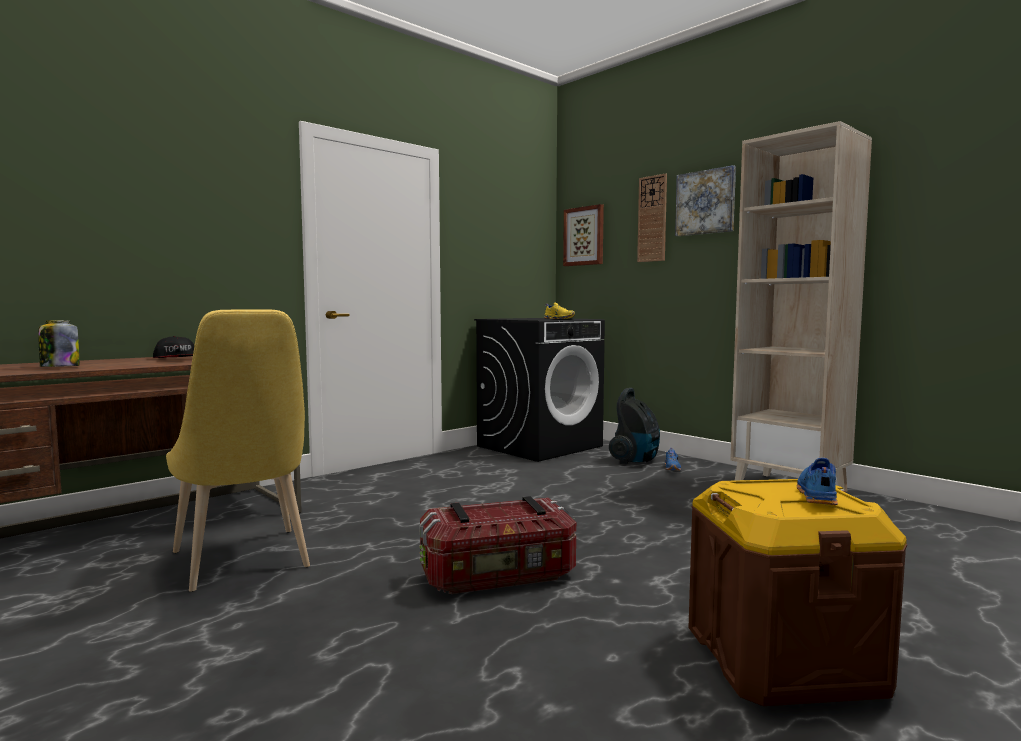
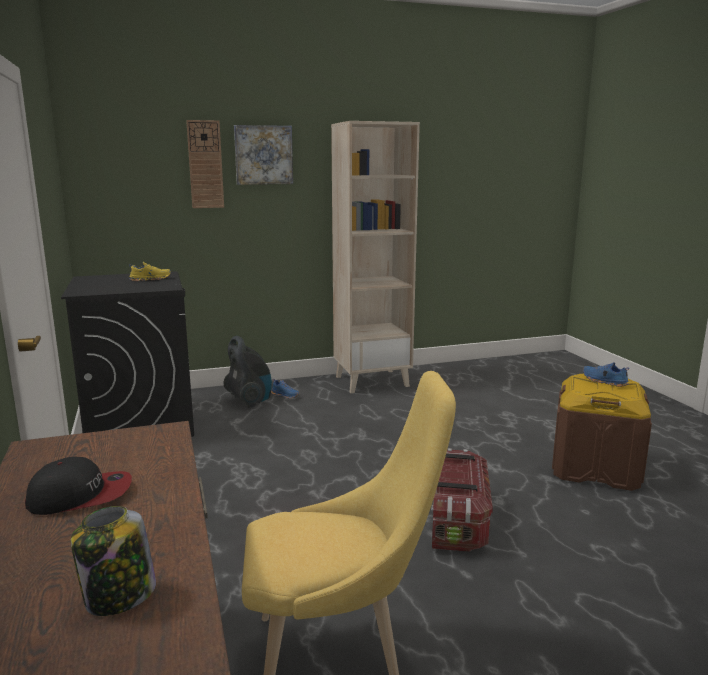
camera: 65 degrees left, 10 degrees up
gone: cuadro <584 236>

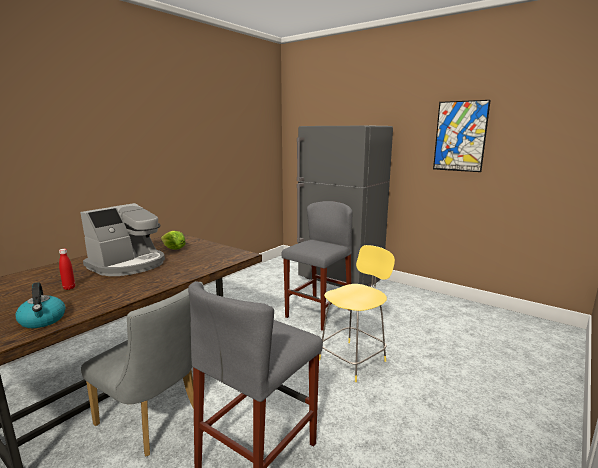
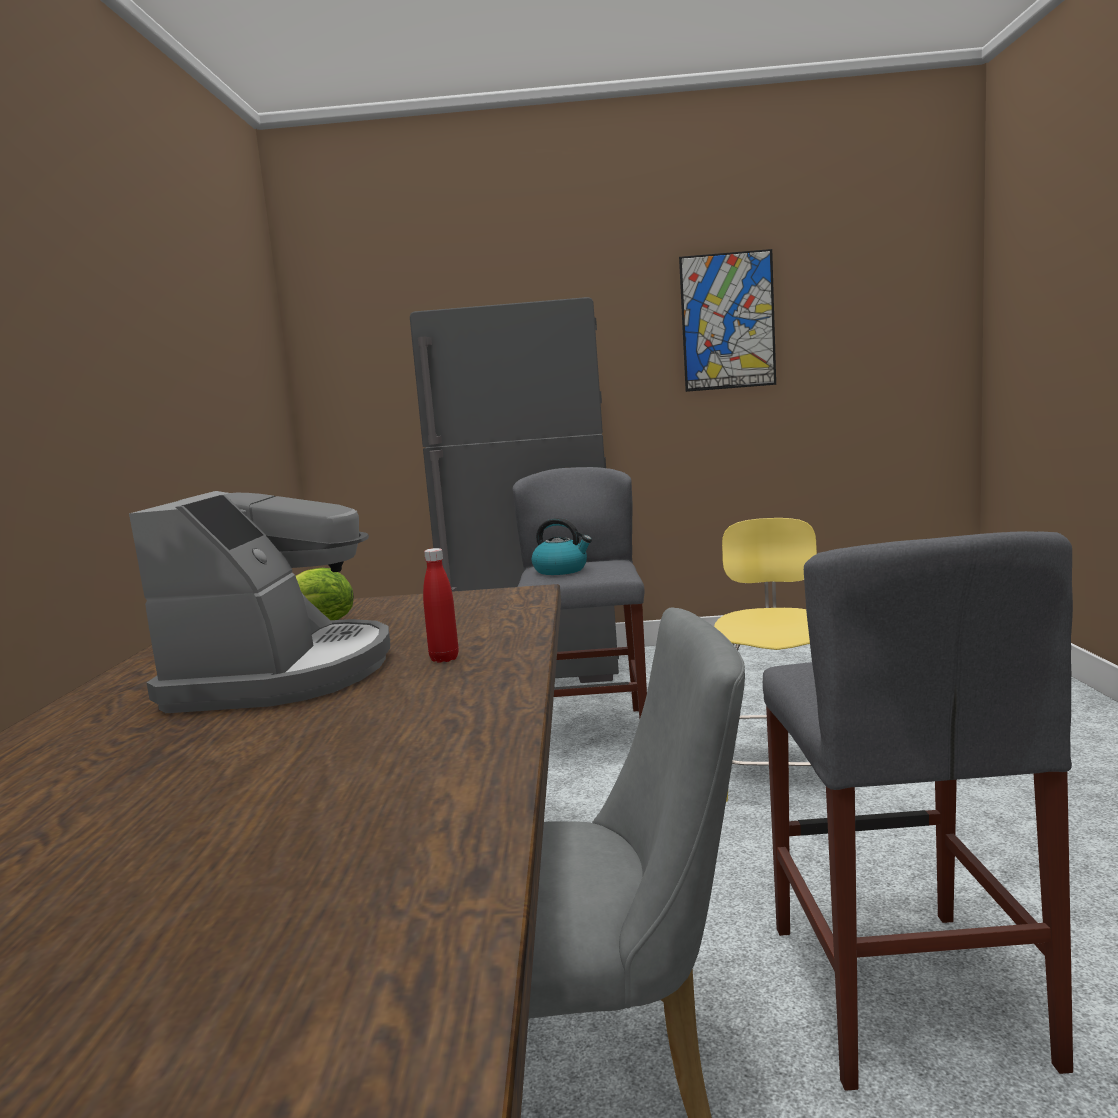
camera: 35 degrees left, 5 degrees down
shifted: hervidor <43 320> to <561 570>; botella (rojo) <69 288> to <444 659>

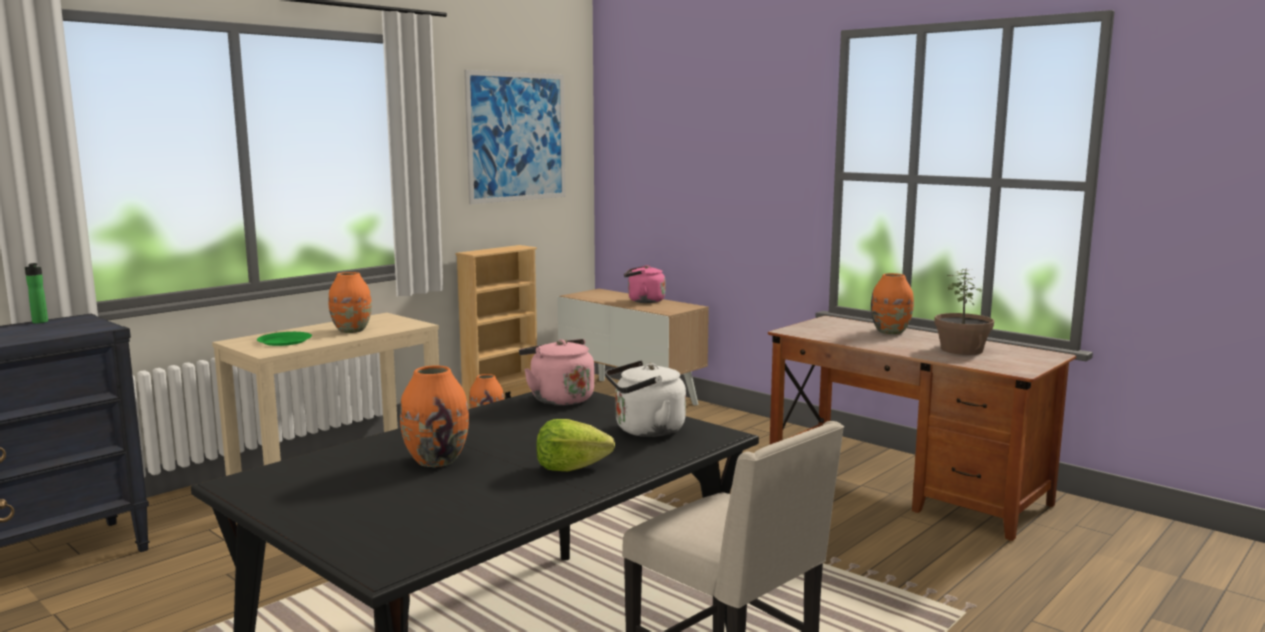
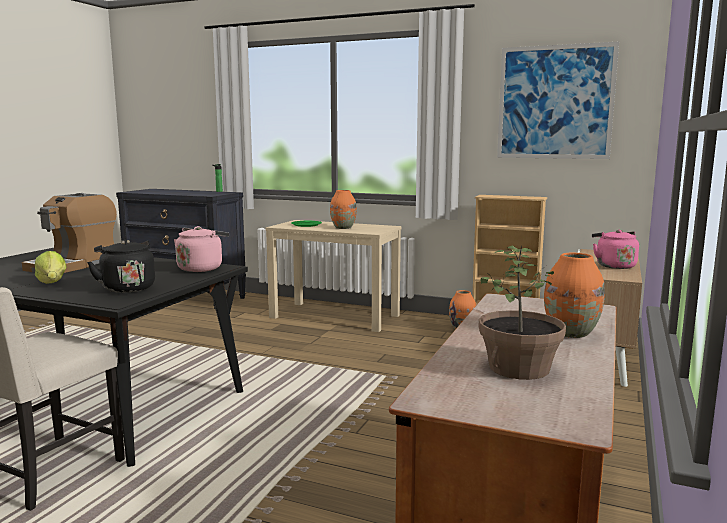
camera: 70 degrees right, 0 degrees up
swapped: florero (naranja) <436 460> to cafetera <74 265>
repainted: hervidor (blanco) <645 430> to hervidor (negro) <127 288>

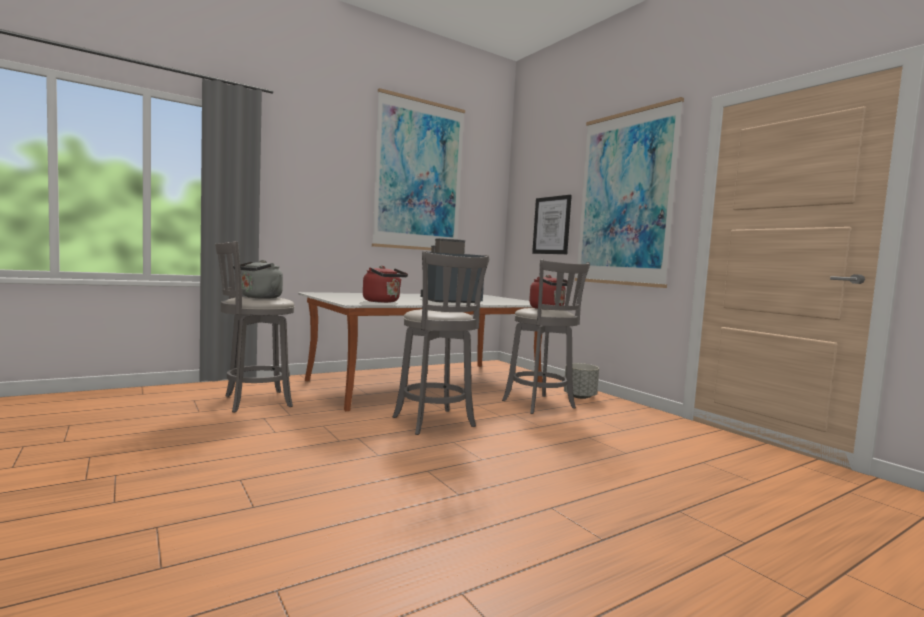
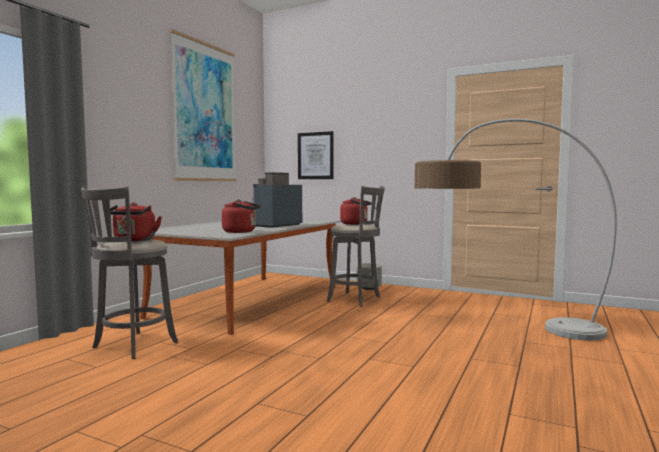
camera: 30 degrees left, 0 degrees up
gone: taburete (gris) <435 423>; cuadro <625 199>
new: lámpara de pie <495 324>
repainted: hervidor (gris) <259 297> to hervidor (rojo) <134 241>

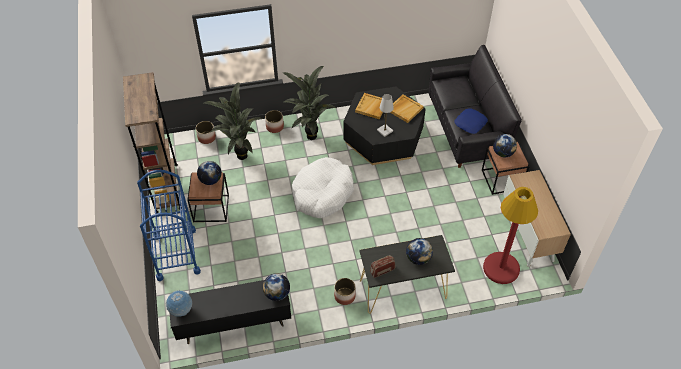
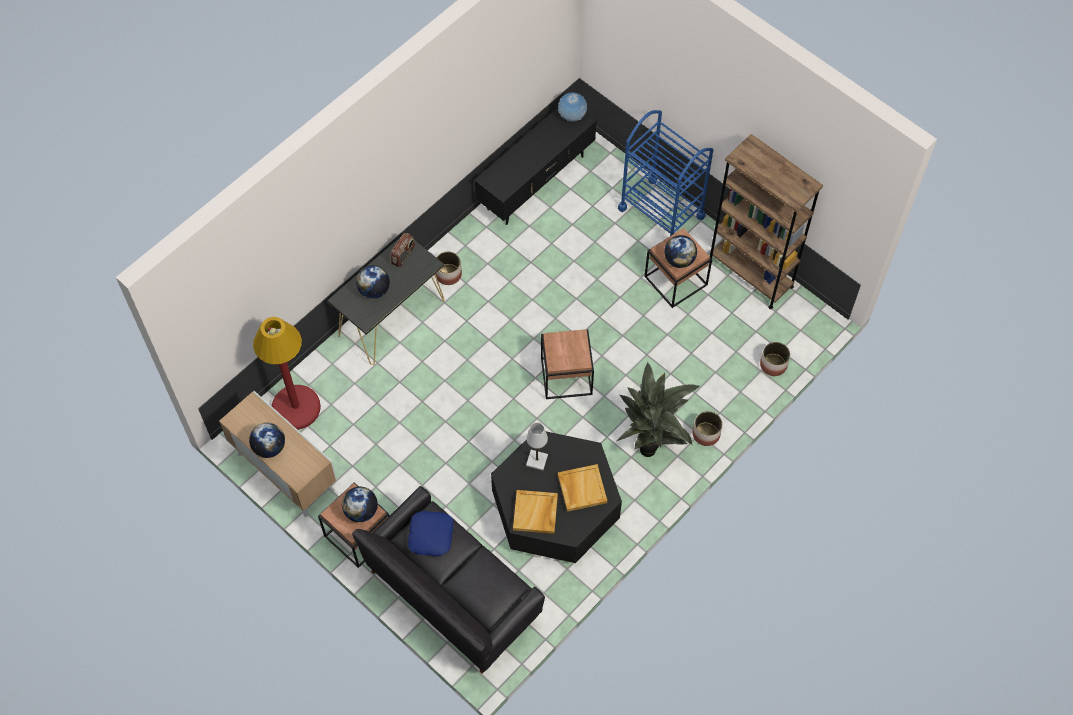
camera: 145 degrees right, 10 degrees up
gone: planta en maceta <239 156>
shifted: globo terráqueo <277 294> to <269 447>
swapped: cama para perro (blanco) <322 193> to mesa auxiliar (marrón) <567 377>

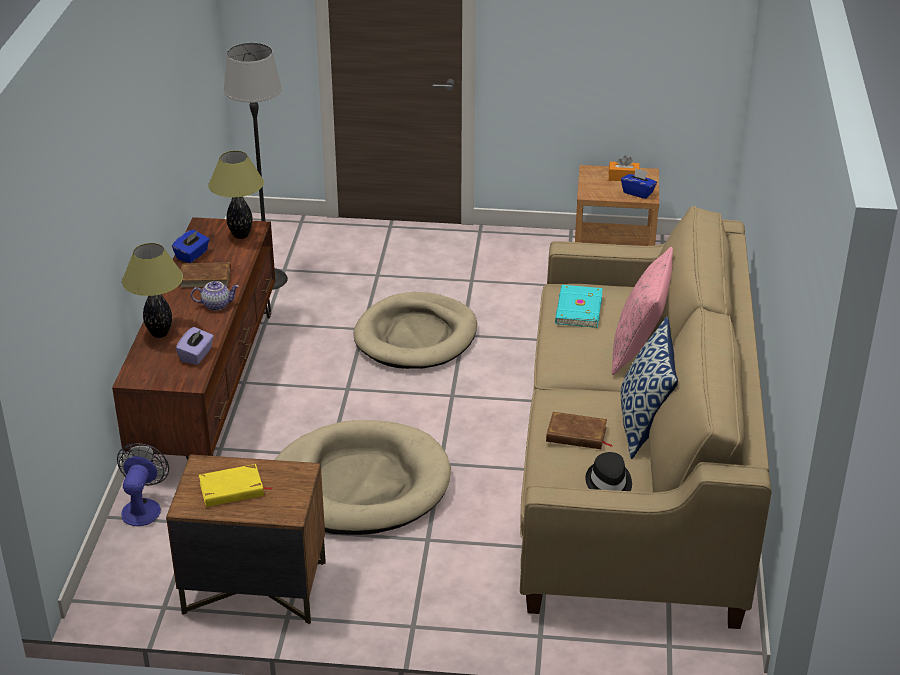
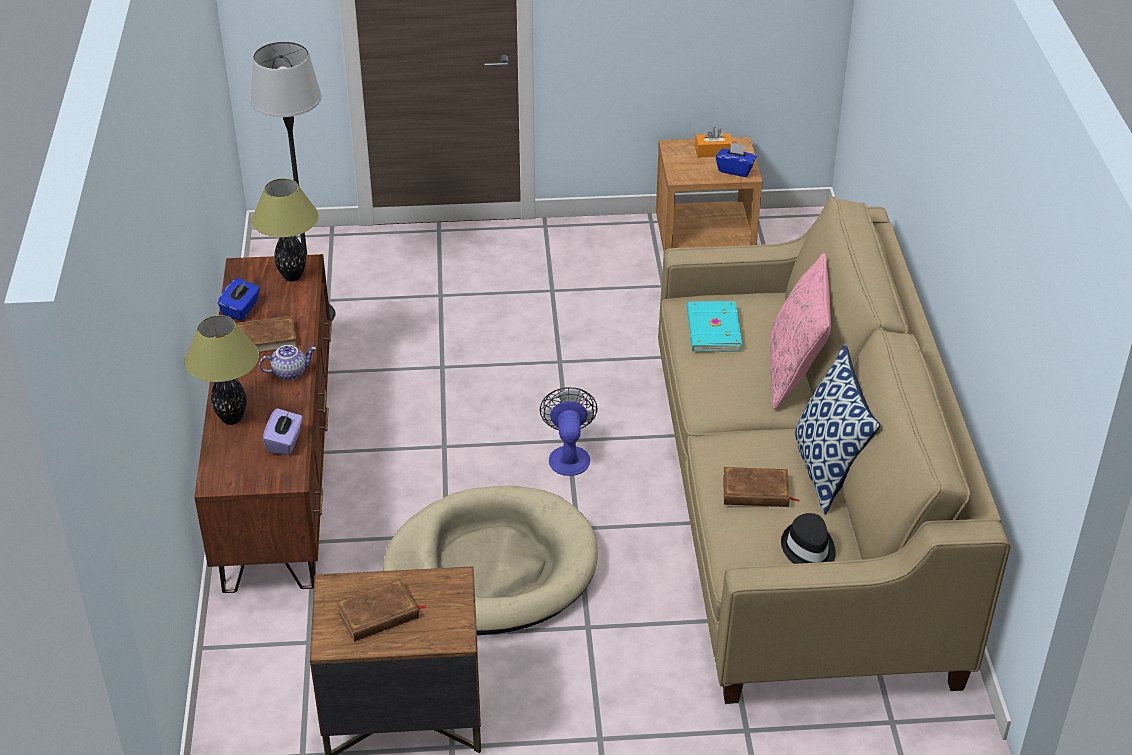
camera: 10 degrees left, 5 degrees up
gone: cama para perro (beis) <416 336>
shifted: ventilador <143 507> to <568 455>
repainted: libro (amarillo) <232 490> to libro (marrón) <378 615>

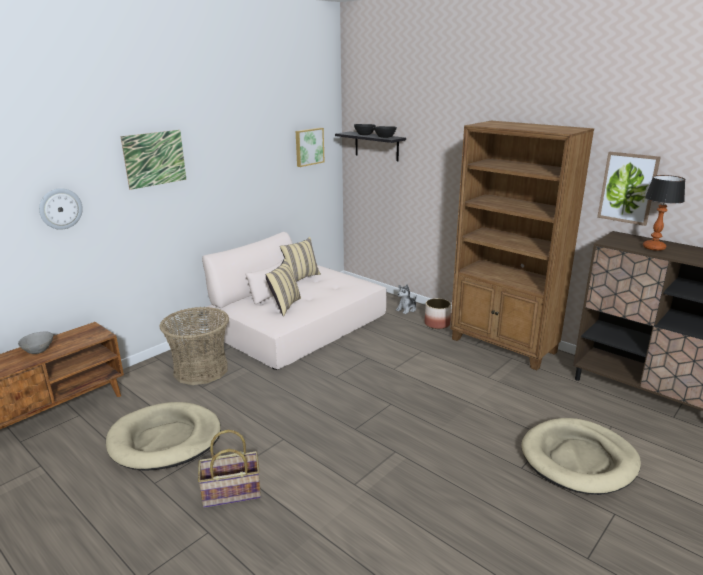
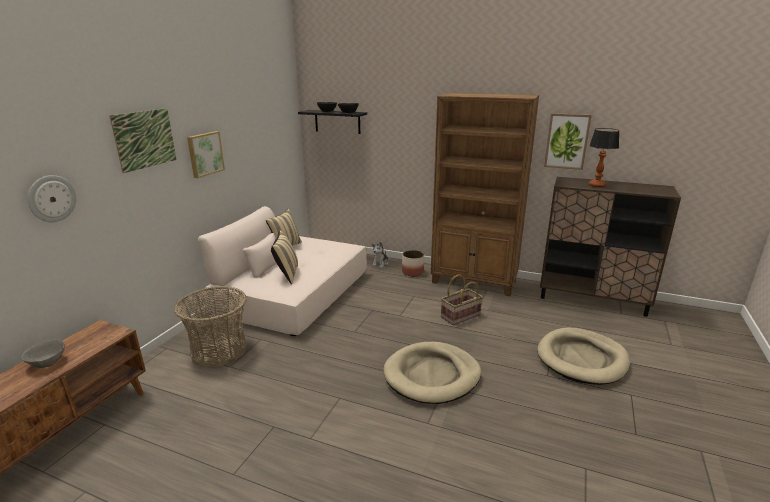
camera: 20 degrees left, 0 degrees up
shifted: cama para perro (beis) <165 440> to <432 375>; cesta <231 493> to <460 316>; cuadro <308 146> to <205 154>

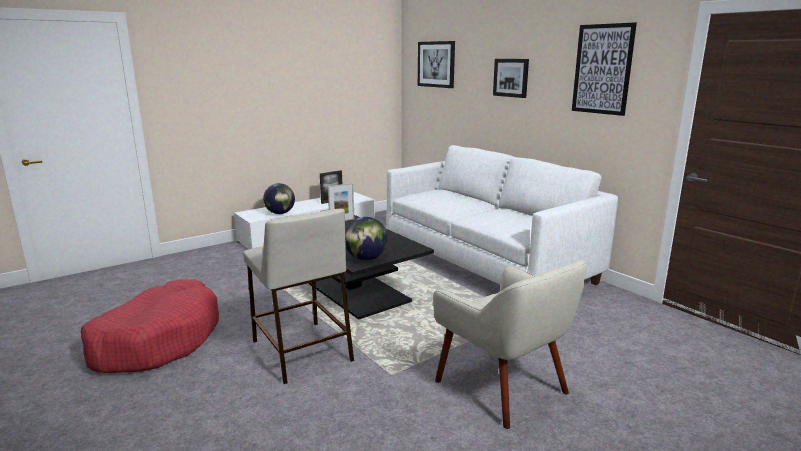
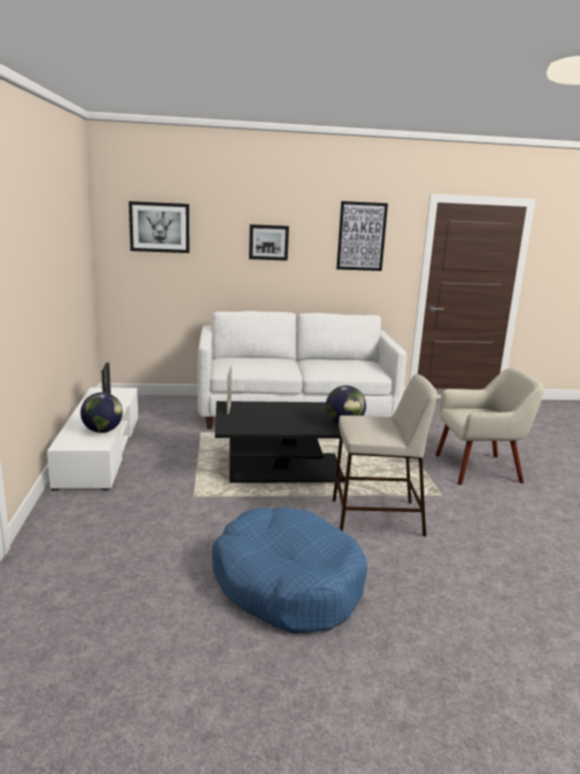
camera: 60 degrees left, 0 degrees up
repainted: cama para perro (rojo) <157 340> to cama para perro (azul) <287 584>

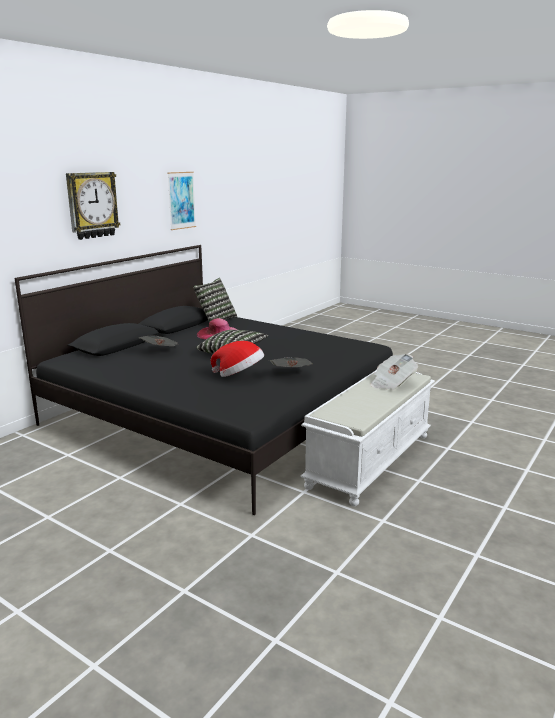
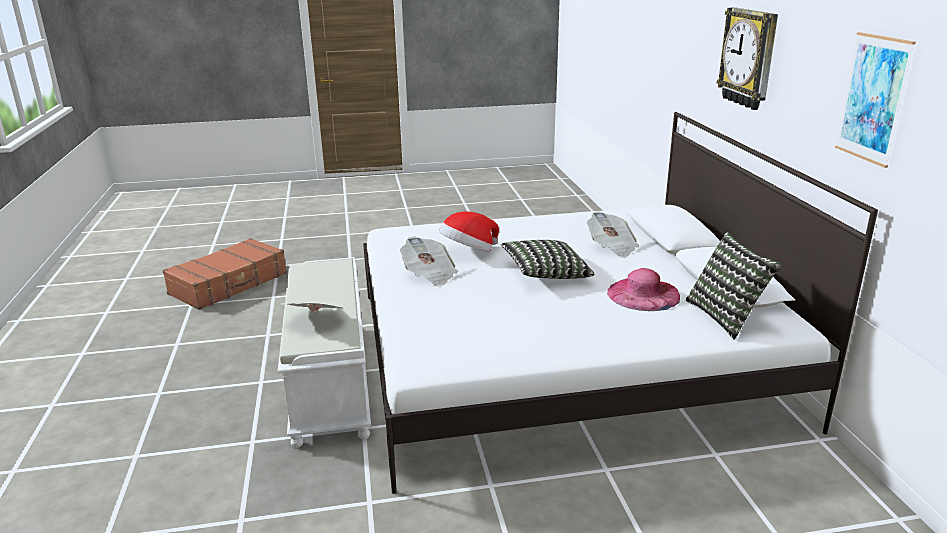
camera: 135 degrees right, 5 degrees up
new: maleta (marrón) <229 284>
repainted: cama (negro) <222 414> to cama (blanco) <560 355>

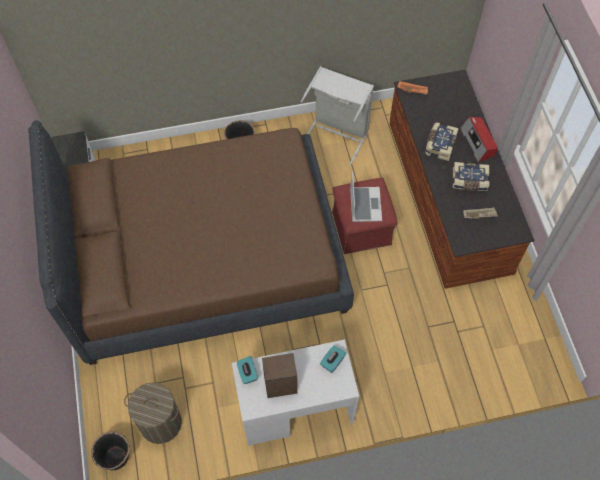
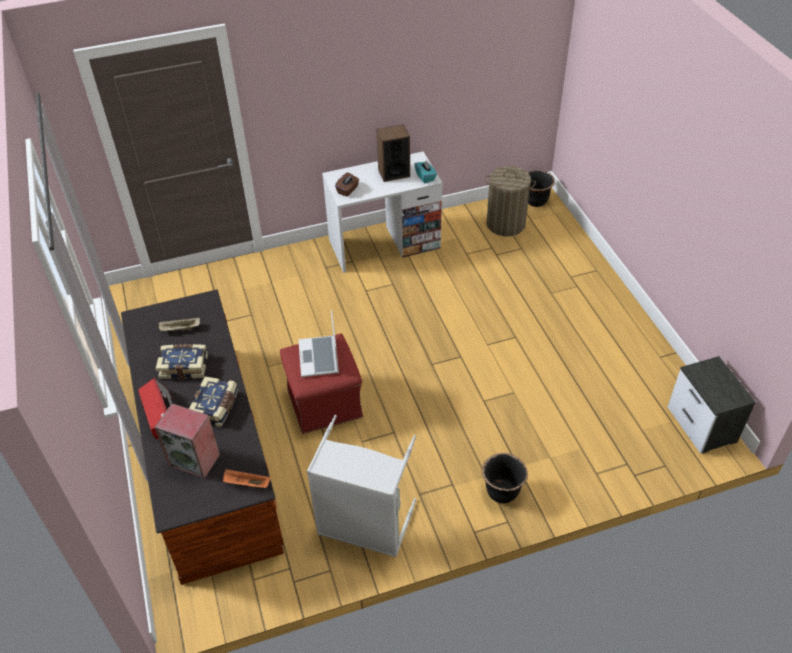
camera: 175 degrees right, 15 degrees down
gone: cama (marrón) <204 258>
new: altavoz <195 460>
repainted: caja de pañuelos (turquesa) <332 362> to caja de pañuelos (marrón) <348 190>

